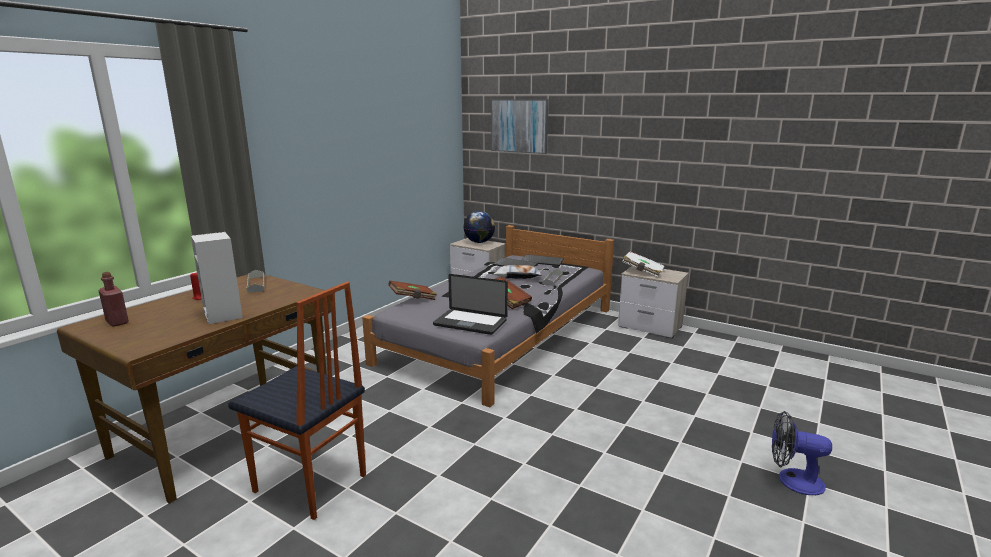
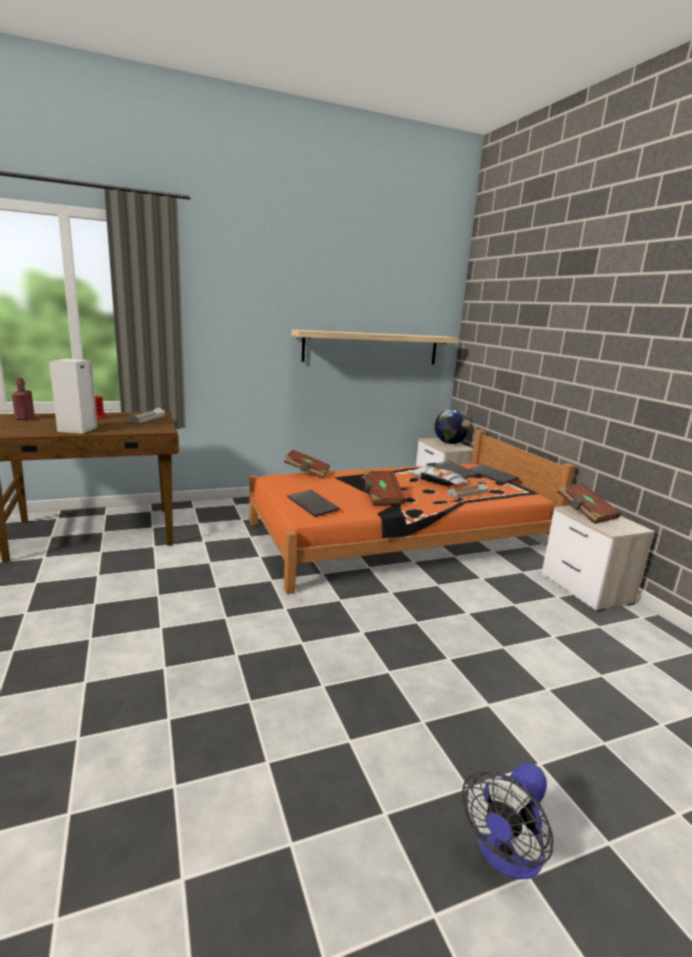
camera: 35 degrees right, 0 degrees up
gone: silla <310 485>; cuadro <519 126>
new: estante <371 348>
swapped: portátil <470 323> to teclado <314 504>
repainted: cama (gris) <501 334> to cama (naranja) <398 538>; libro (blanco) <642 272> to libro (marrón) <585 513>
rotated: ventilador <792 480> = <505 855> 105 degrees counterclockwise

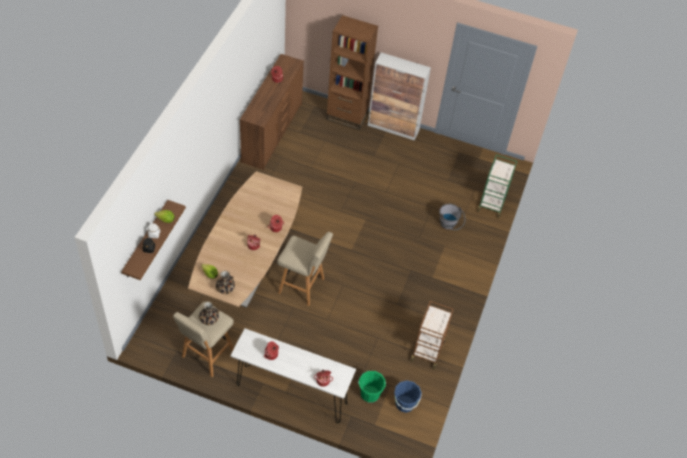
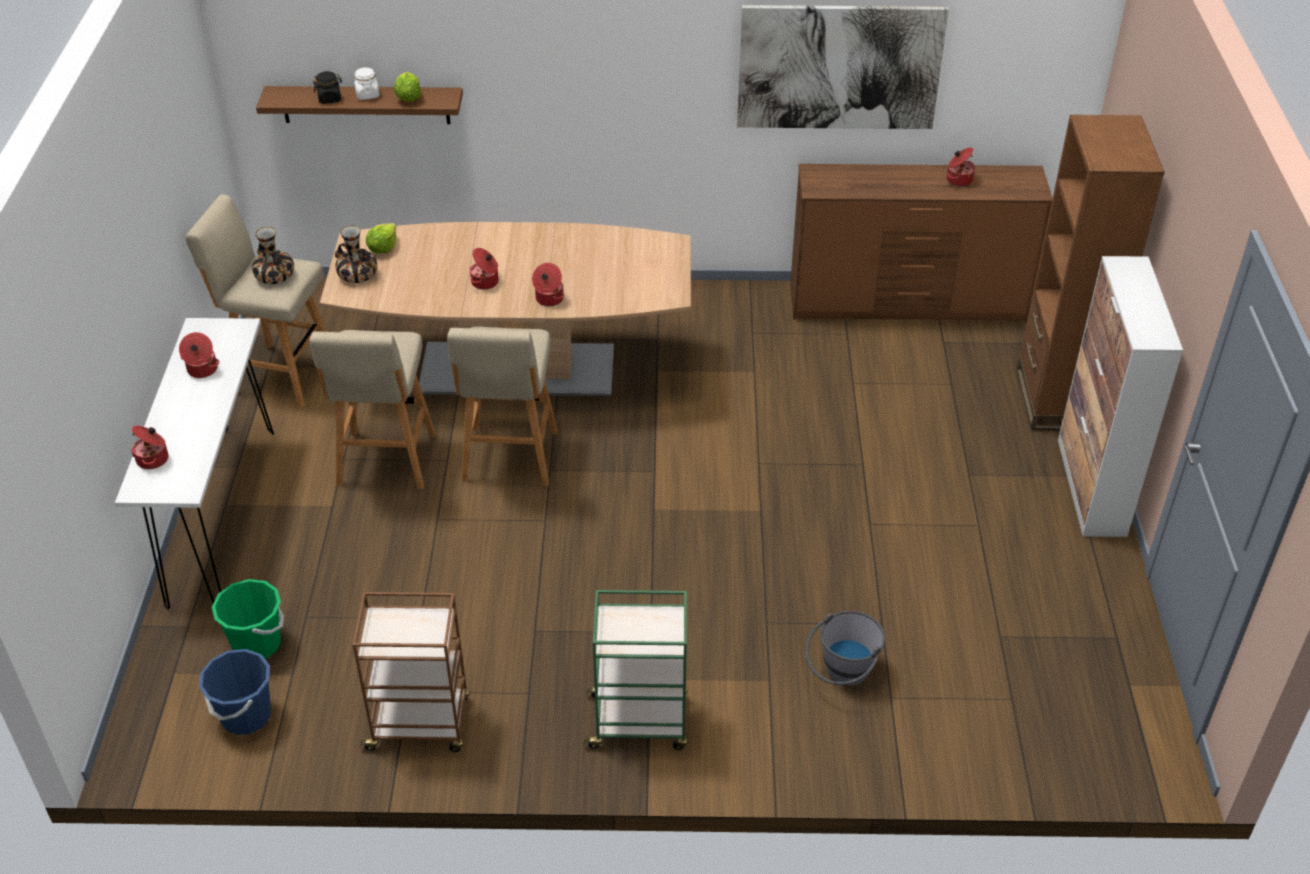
camera: 75 degrees right, 10 degrees down
new: taburete (beis) <386 462>; cuadro <839 67>
shifted: carrito (verde) <492 203> to <640 721>

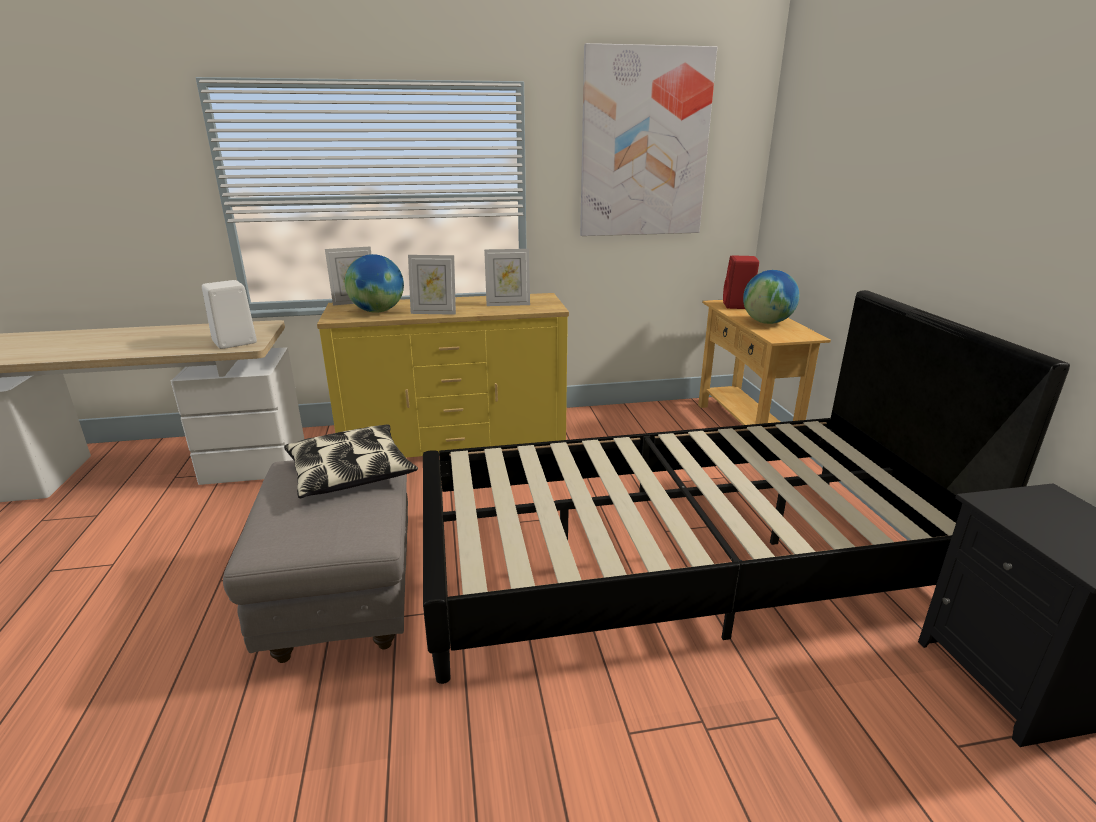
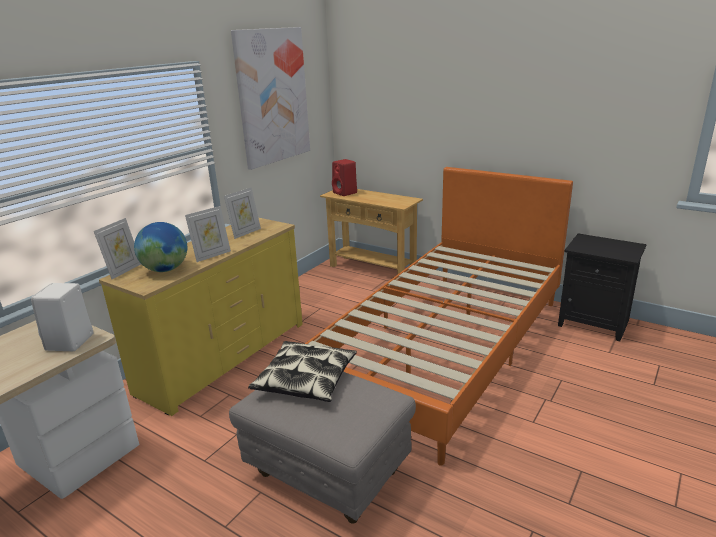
camera: 45 degrees left, 0 degrees up
gone: globo terráqueo <767 322>
repainted: cama (negro) <677 560> to cama (naranja) <444 347>

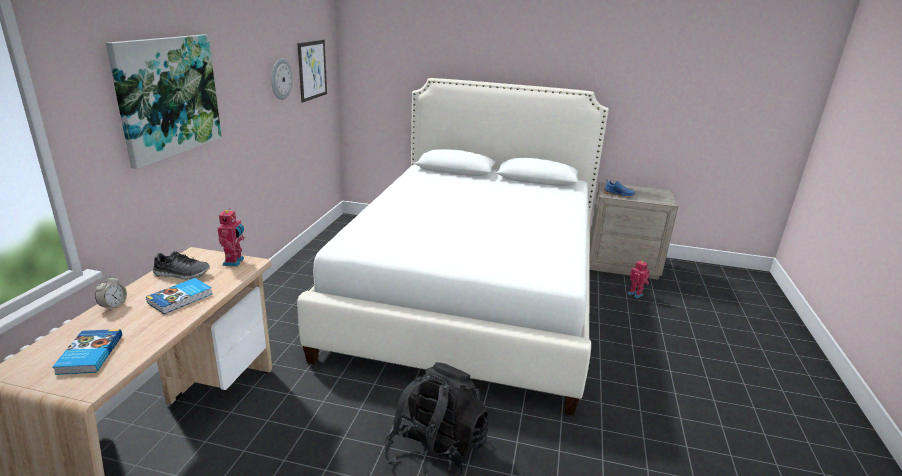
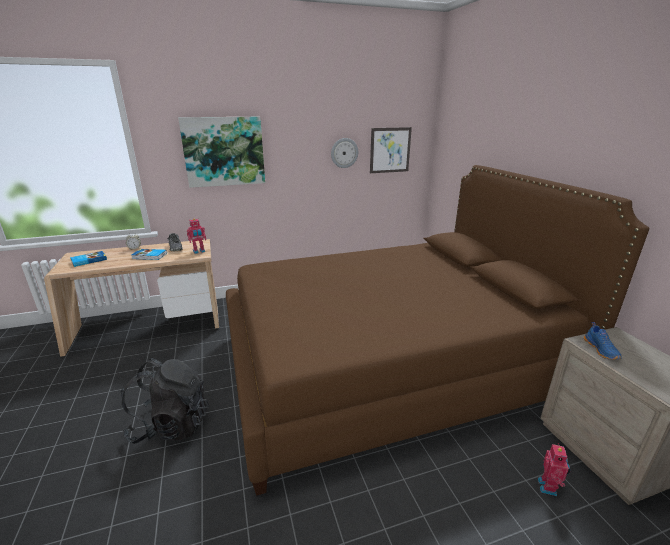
camera: 60 degrees right, 0 degrees up
repainted: cama (blanco) <472 293> to cama (marrón) <387 365>

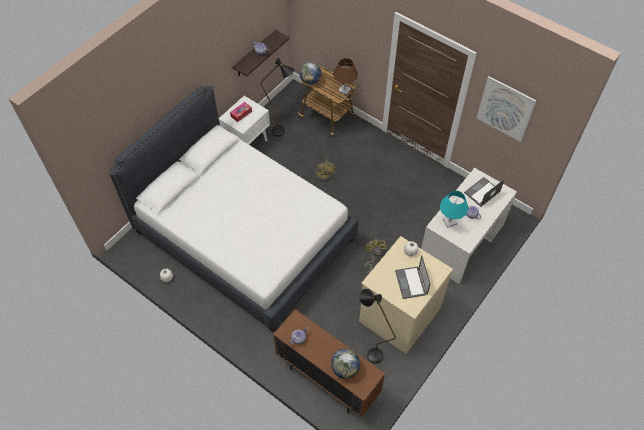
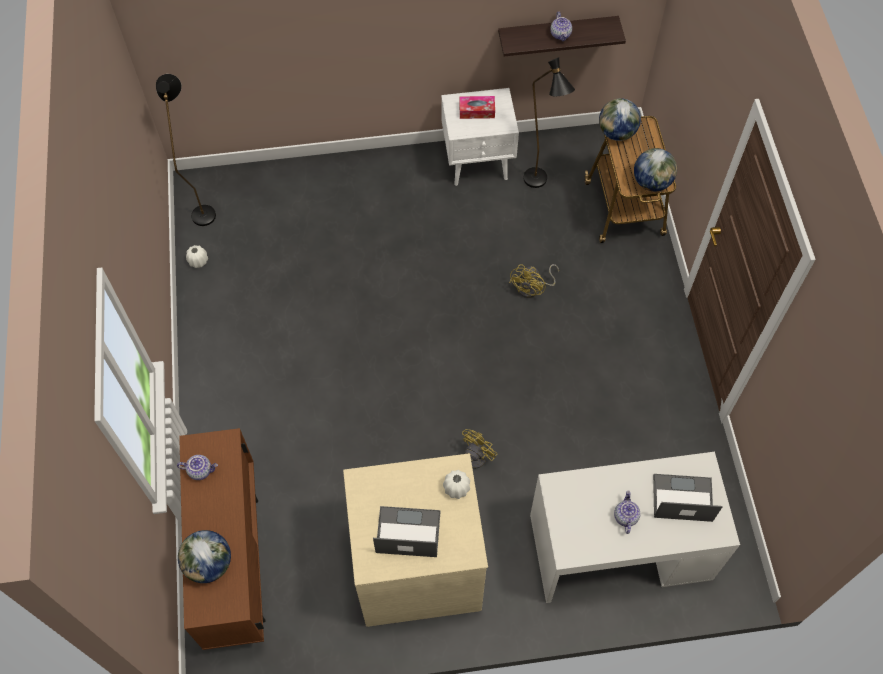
camera: 45 degrees right, 5 degrees up
gone: cama (blanco) <244 235>; lámpara de mesa (turquesa) <450 221>; cuadro <505 109>
shifted: lámpara de pie (negro) <370 352> to <203 208>
swapped: lámpara de mesa (marrón) <344 90> to globo terráqueo <652 182>
rotated: portátil <411 283> = <407 532> 60 degrees clockwise

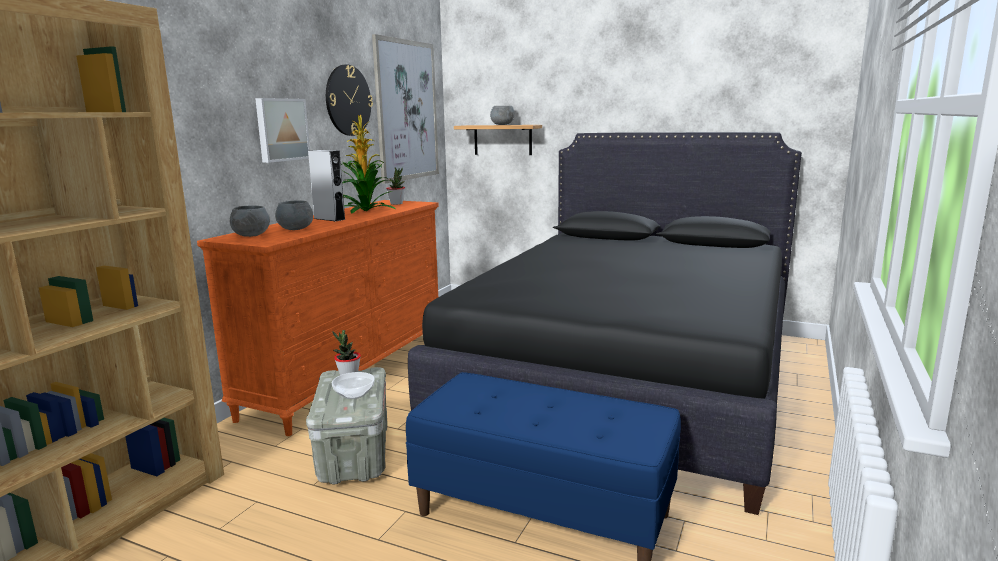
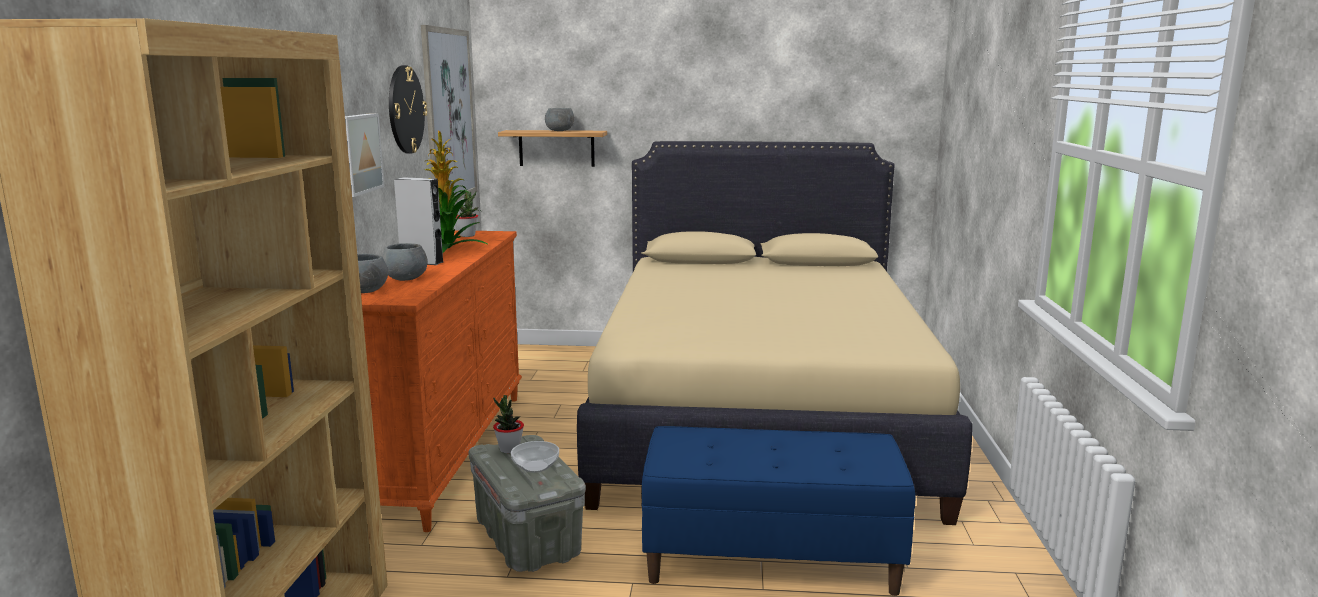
camera: 20 degrees left, 0 degrees up
repainted: cama (negro) <627 378> to cama (beis) <759 416>

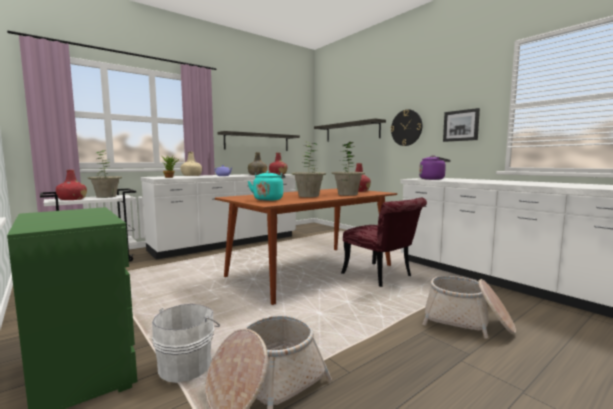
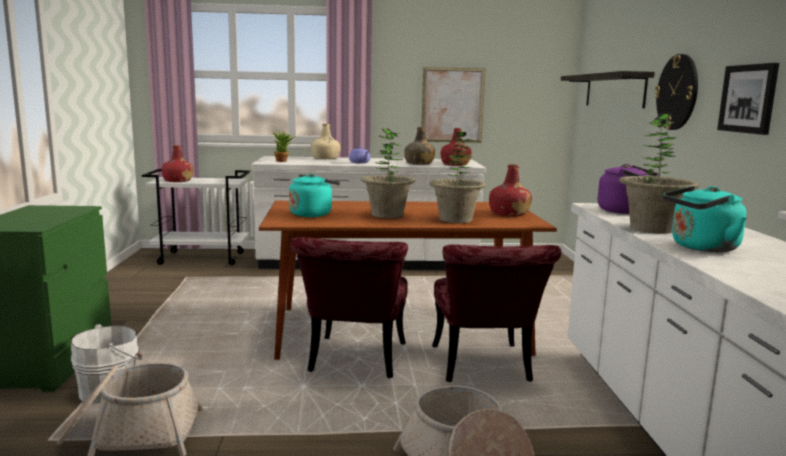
camera: 35 degrees right, 5 degrees up
new: silla (rojo) <355 362>; hervidor (turquesa) <701 248>
shifted: planta en maceta <106 196> to <652 229>
swapped: estante <257 142> to cuadro <452 105>

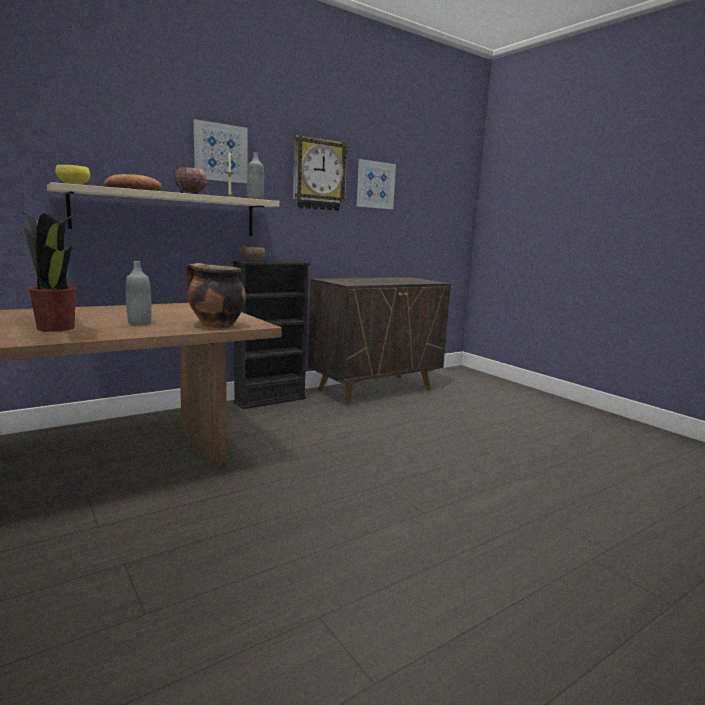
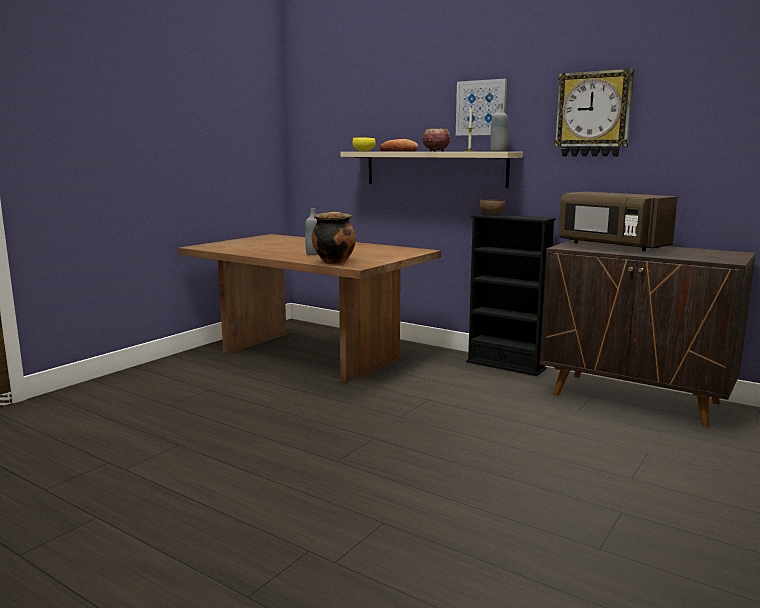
camera: 70 degrees right, 0 degrees up
gone: planta en maceta <56 328>; cuadro <375 185>
new: microondas (marrón) <610 245>

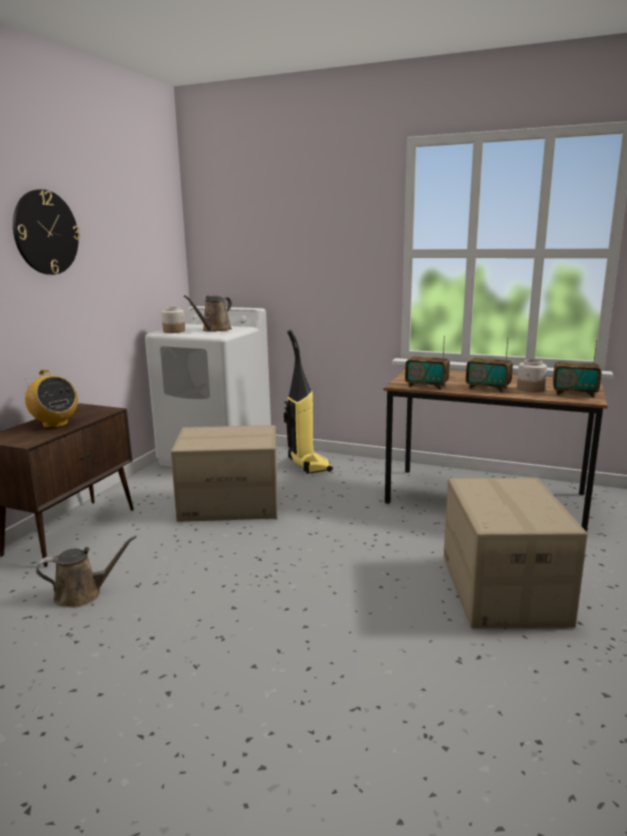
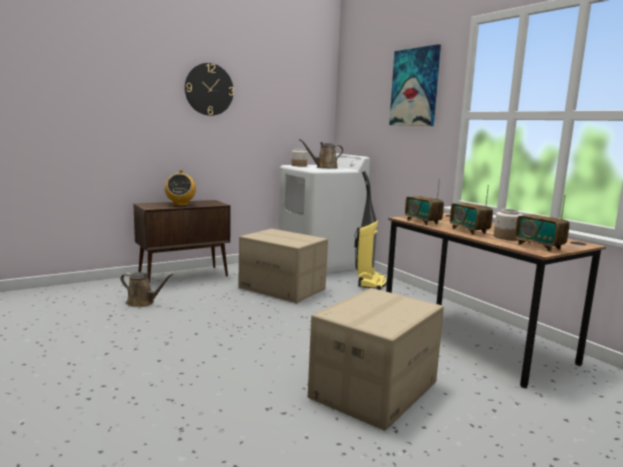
camera: 35 degrees right, 5 degrees down
new: cuadro <415 87>

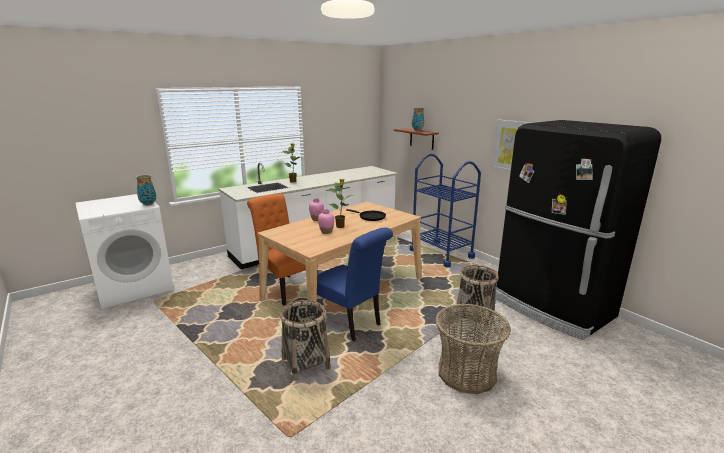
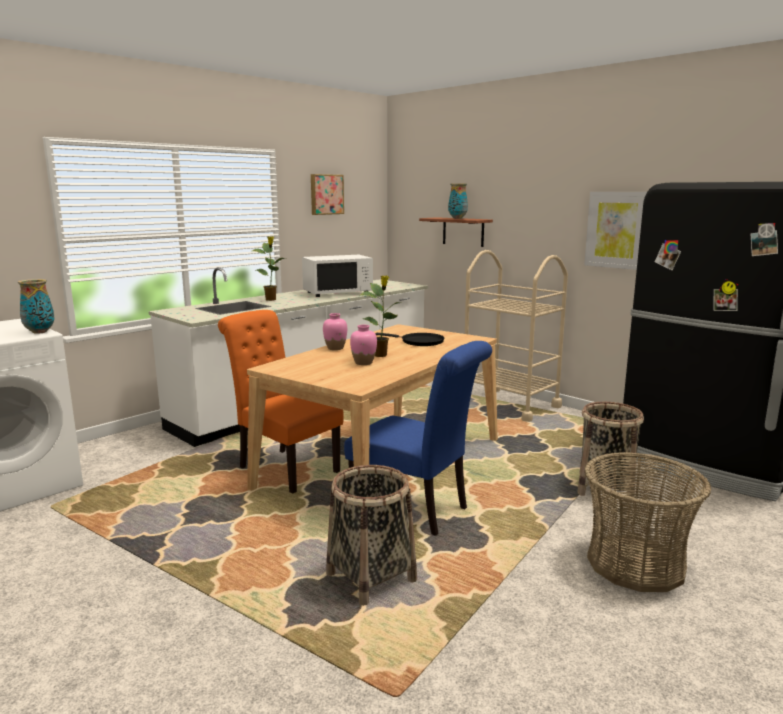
camera: 10 degrees left, 5 degrees down
new: microondas (blanco) <338 292>; cuadro <326 194>
repainted: carrito (azul) <441 253> to carrito (beis) <510 404>

